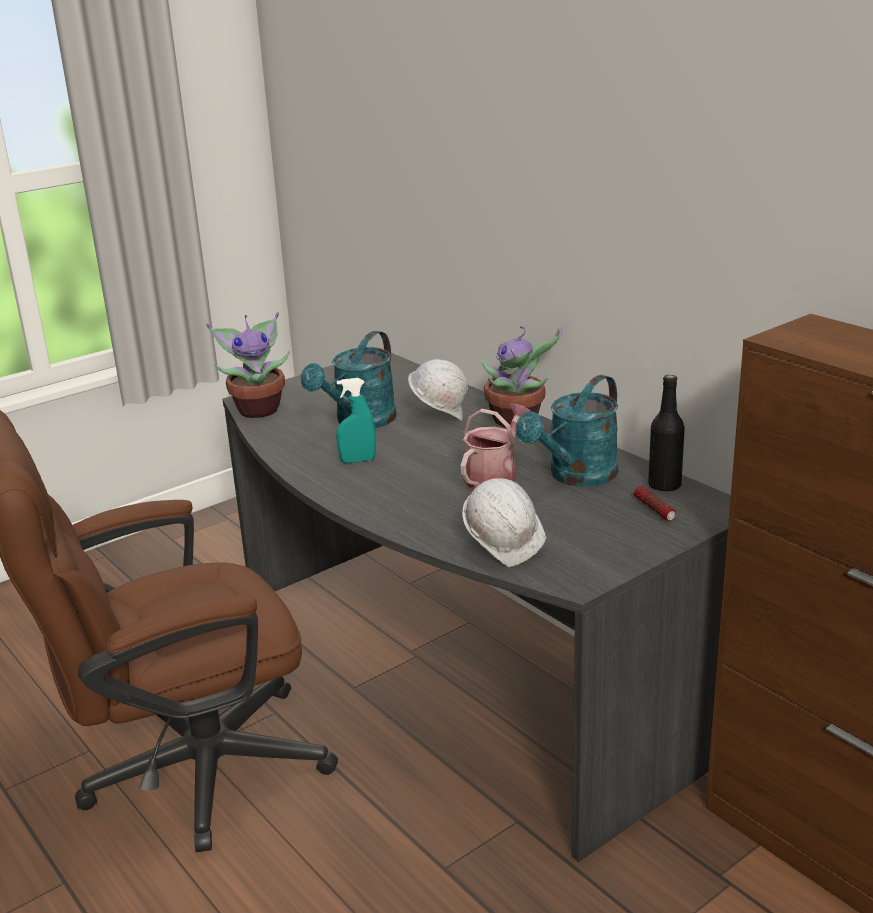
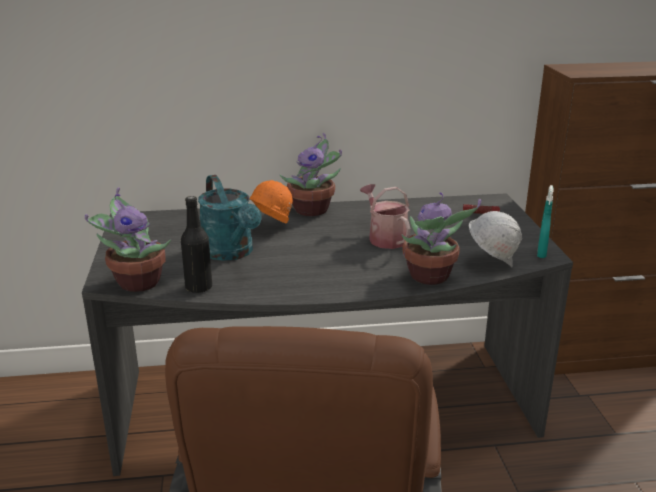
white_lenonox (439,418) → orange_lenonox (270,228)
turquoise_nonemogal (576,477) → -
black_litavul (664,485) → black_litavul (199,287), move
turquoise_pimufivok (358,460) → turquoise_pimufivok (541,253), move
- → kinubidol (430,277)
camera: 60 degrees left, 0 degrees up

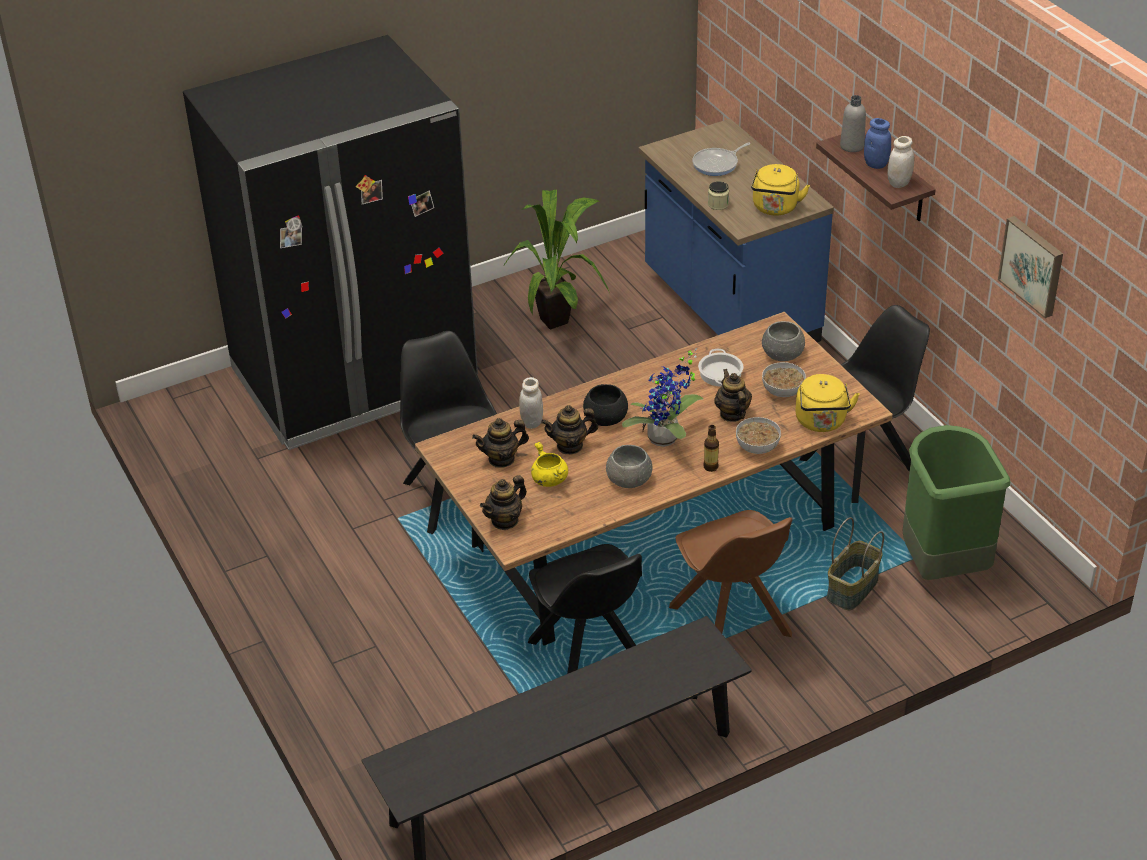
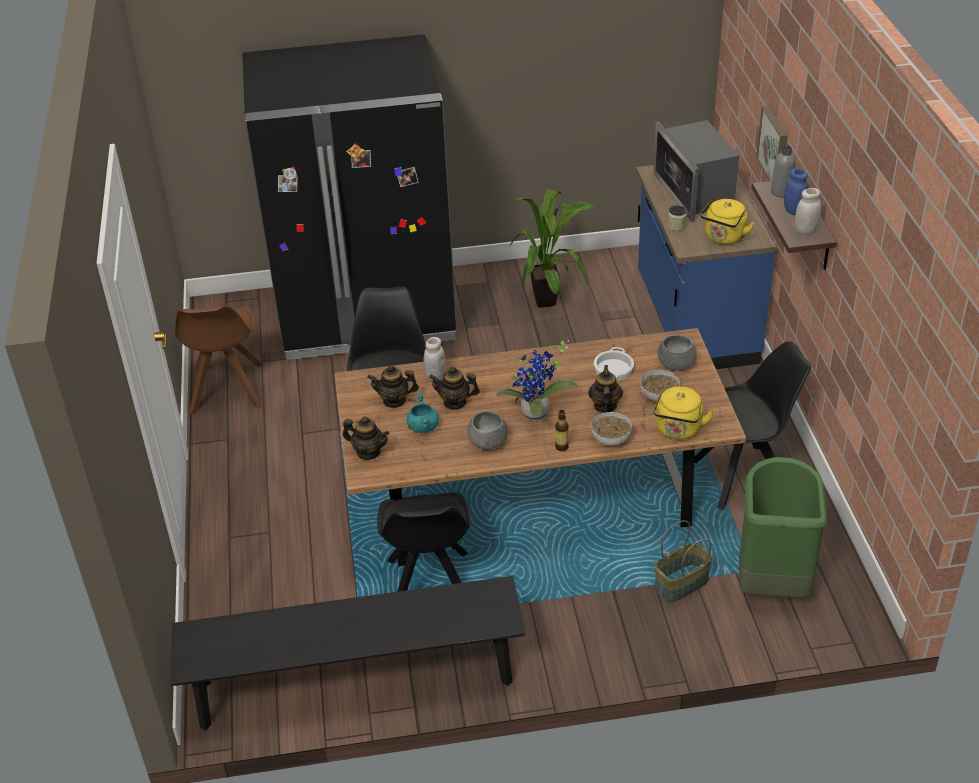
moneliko (717,164) → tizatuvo (694,192)
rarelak (1033,265) → rarelak (775,146), move
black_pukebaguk (606,417) → -
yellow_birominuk (549,479) → turquoise_birominuk (422,426)
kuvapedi (505,520) → kuvapedi (368,452), 135 degrees counterclockwise
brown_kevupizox (731,623) → brown_kevupizox (226,390), move
camera: 20 degrees right, 0 degrees up

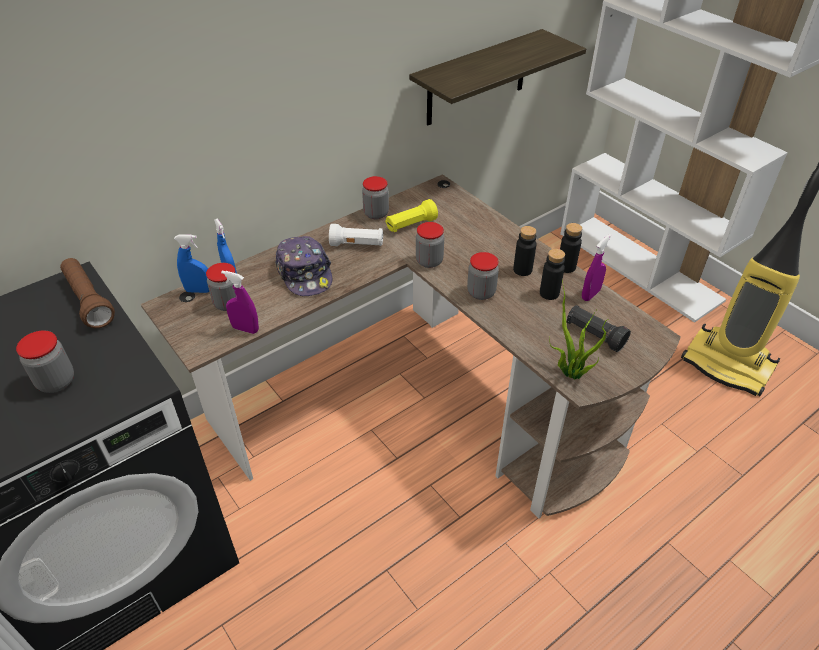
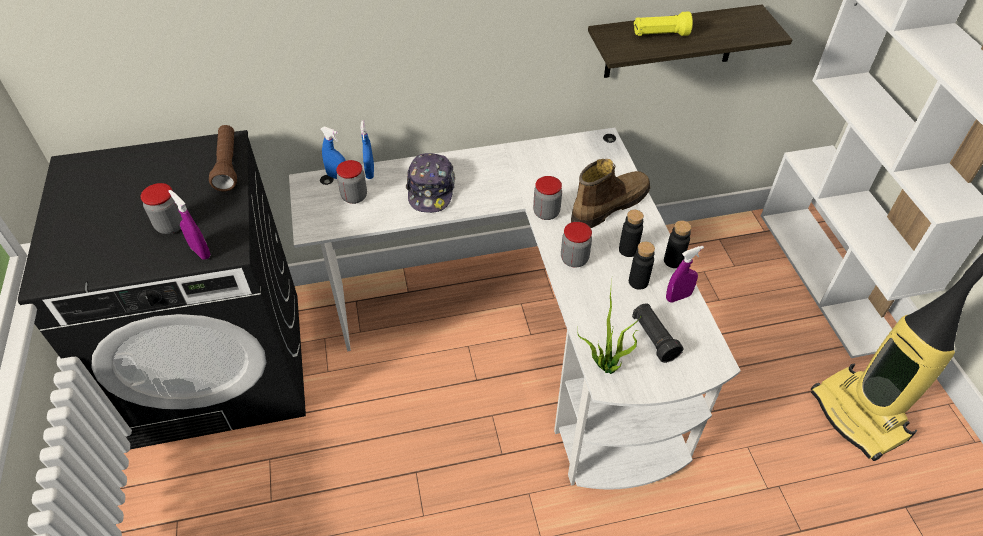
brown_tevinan (422,401) → white_tevinan (527,336)
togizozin (376,214) → -
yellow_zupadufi (410,225) → yellow_zupadufi (660,35), move
white_zupadufi (357,245) → -
purple_pimufivok (245,329) → purple_pimufivok (200,252), move
- → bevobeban (608,205)
camera: 25 degrees right, 5 degrees up

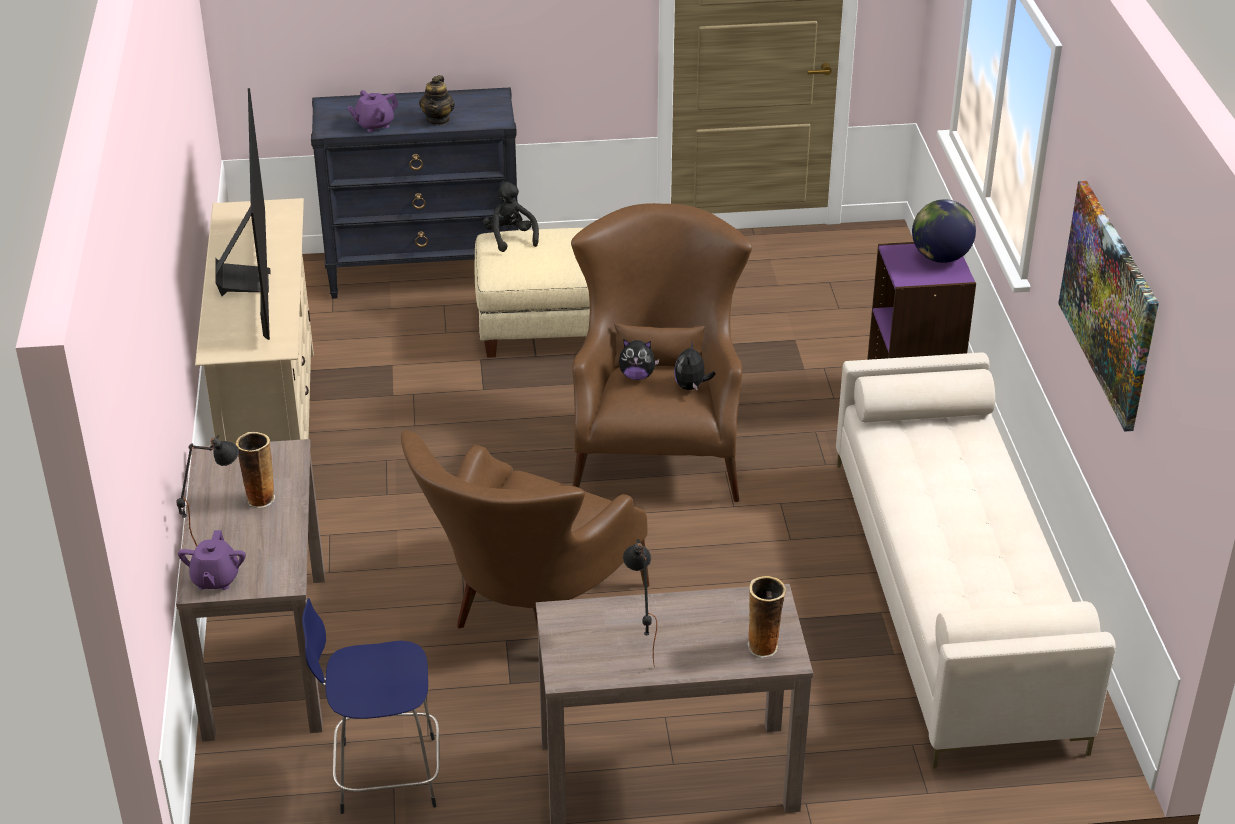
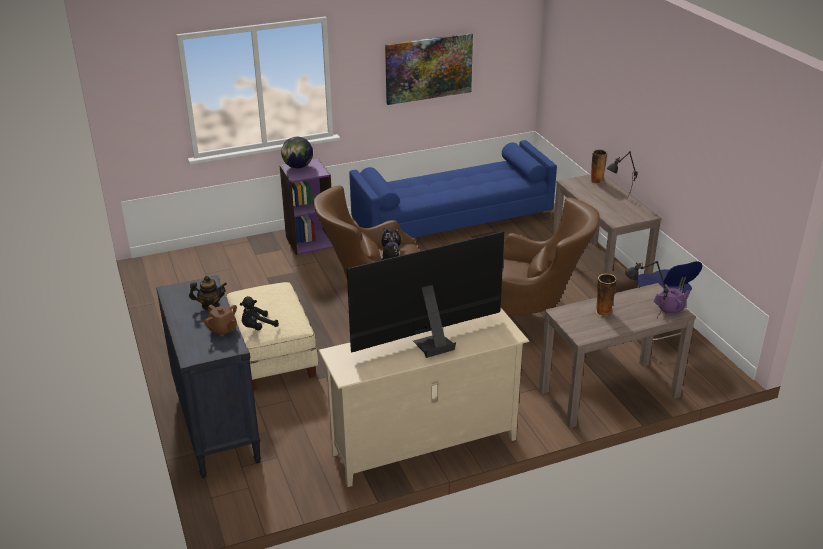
purple_kuvapedi (374,125) → brown_kuvapedi (222,330)
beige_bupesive (954,599) → blue_bupesive (453,221)
camera: 105 degrees left, 5 degrees down

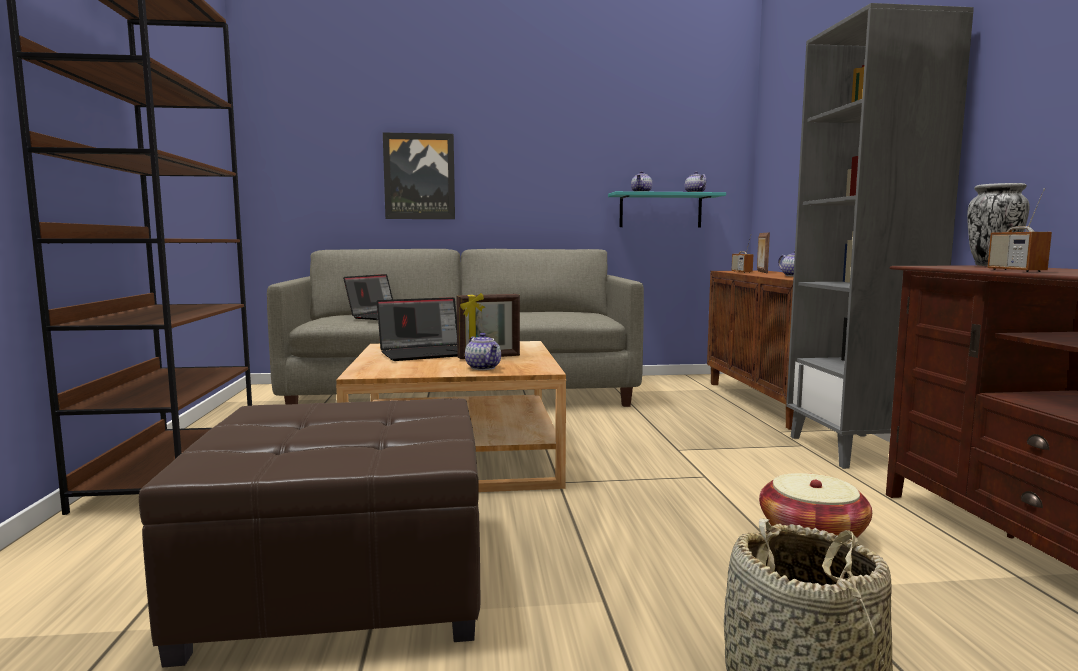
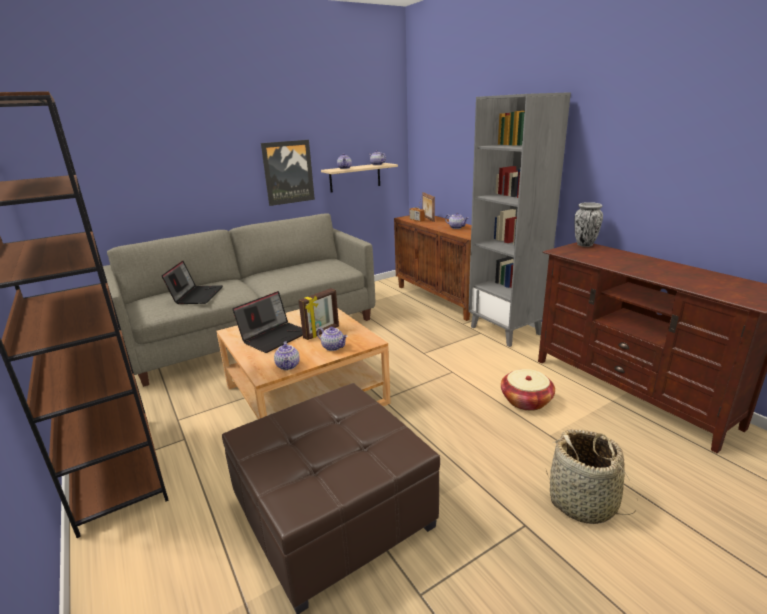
rarelak (419,176) → rarelak (288,172), move
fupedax (1015,270) → -
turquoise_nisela (660,210) → beige_nisela (355,177)
- → kuvapedi (288,366)
camera: 25 degrees left, 15 degrees up

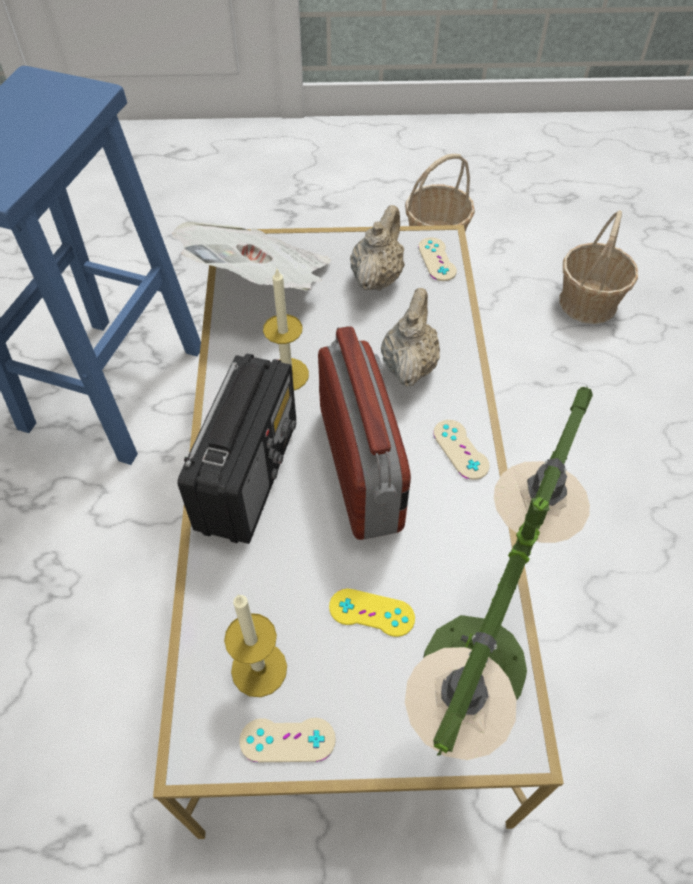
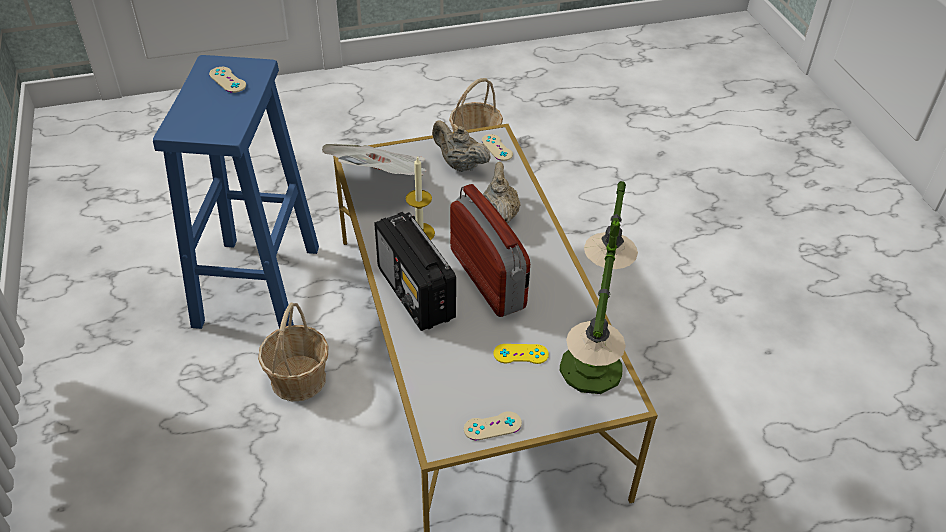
beige_kuvapedi (377,277) → beige_kuvapedi (460,165), 60 degrees counterclockwise
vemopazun (588,302) → vemopazun (299,379), move
fupedax (249,474) → fupedax (416,294), 150 degrees clockwise
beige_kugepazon (460,449) → beige_kugepazon (227,80), move
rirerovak (259,669) → -
camera: 15 degrees left, 10 degrees down

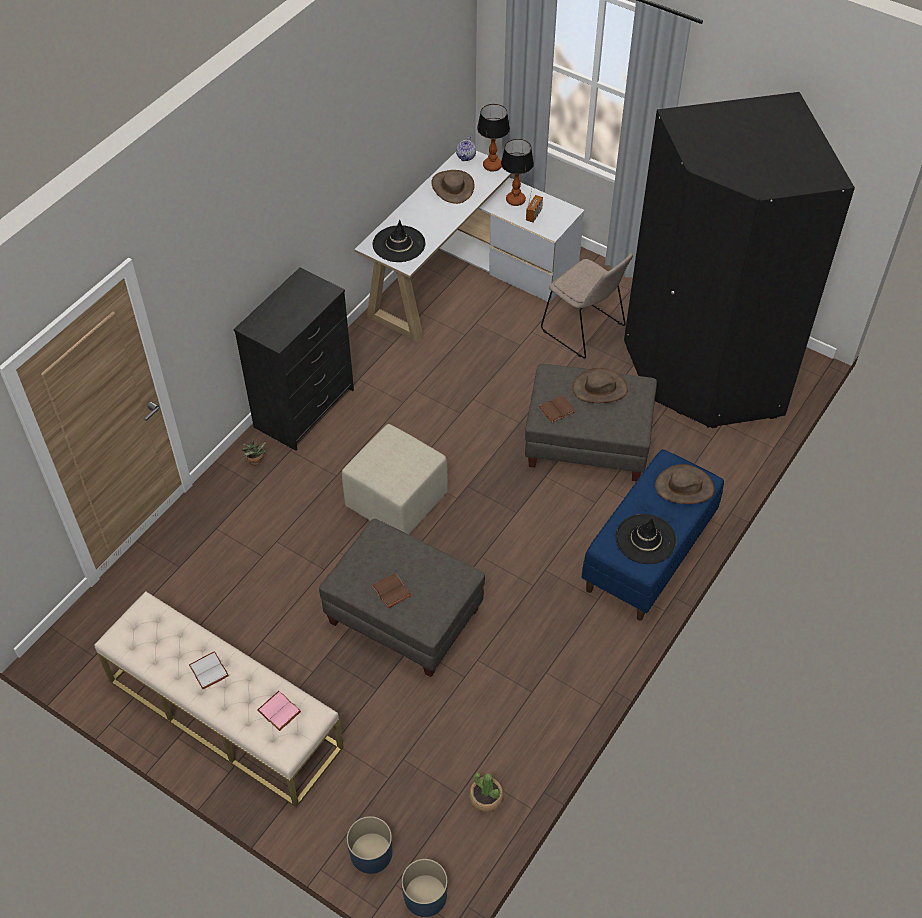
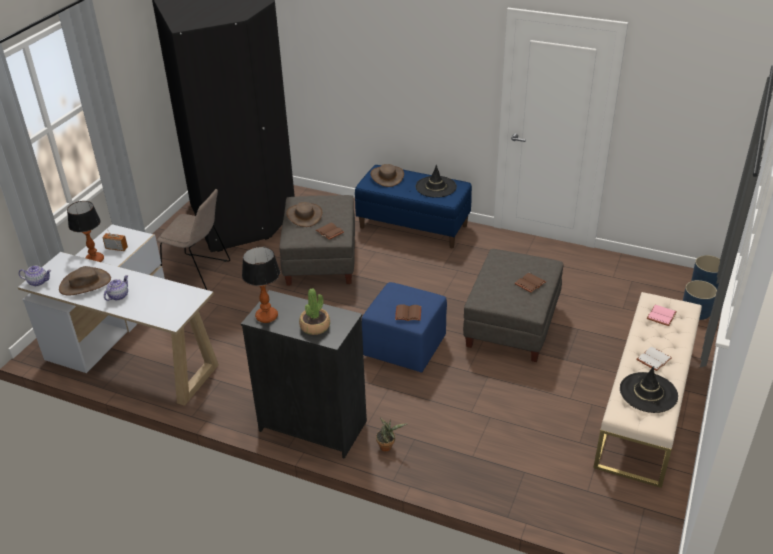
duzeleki (492,165) → duzeleki (266,317), move
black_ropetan (399,244) → black_ropetan (648,393), move
beige_kevupizox (585,330) → beige_kevupizox (199,273), 75 degrees clockwise
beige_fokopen (397,500) → blue_fokopen (403,347)
kinubidol (486,797) → kinubidol (315,326), move
- → kuvapedi (118,296)
- → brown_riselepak (407,314)
camera: 100 degrees left, 15 degrees down

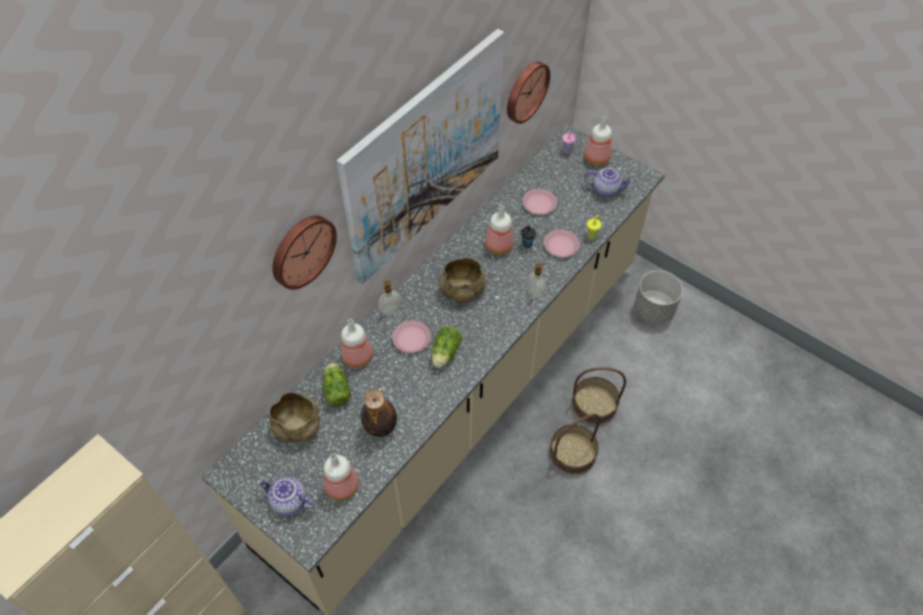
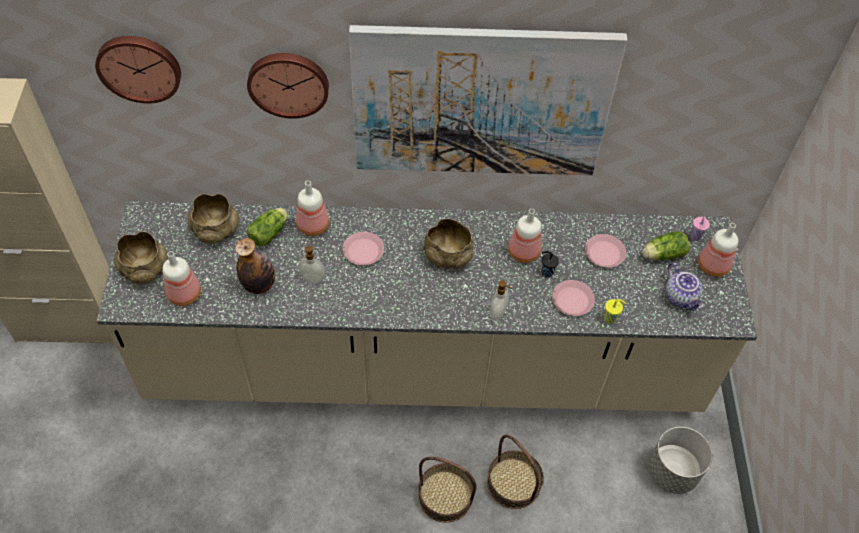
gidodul (525,91) → gidodul (139,67), move
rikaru (390,310) → rikaru (312,279), move
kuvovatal (444,354) → kuvovatal (662,255), move
kuvapedi (288,502) → beige_pukebaguk (144,269)
camera: 50 degrees right, 0 degrees up

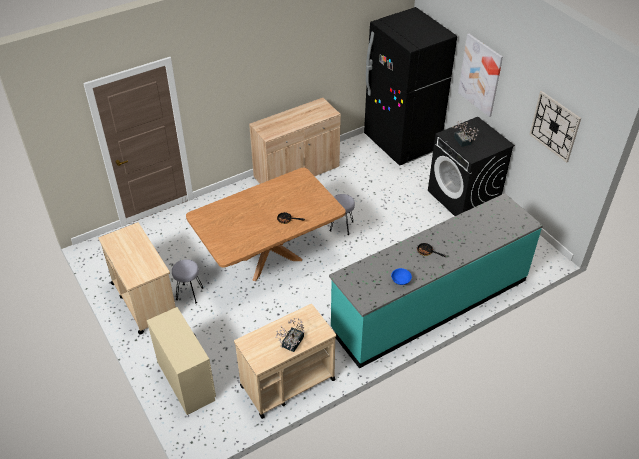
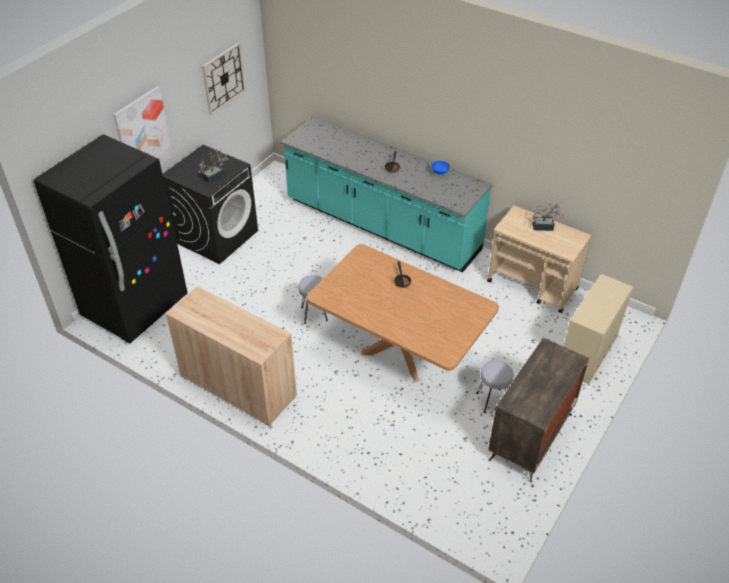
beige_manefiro (144,300) → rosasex (530,437)
camera: 115 degrees left, 0 degrees up

